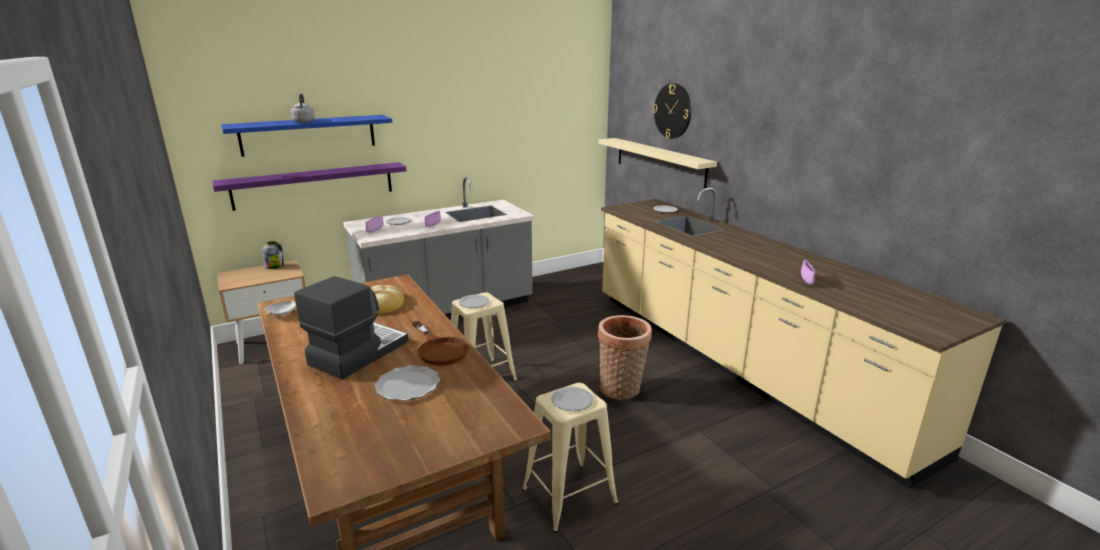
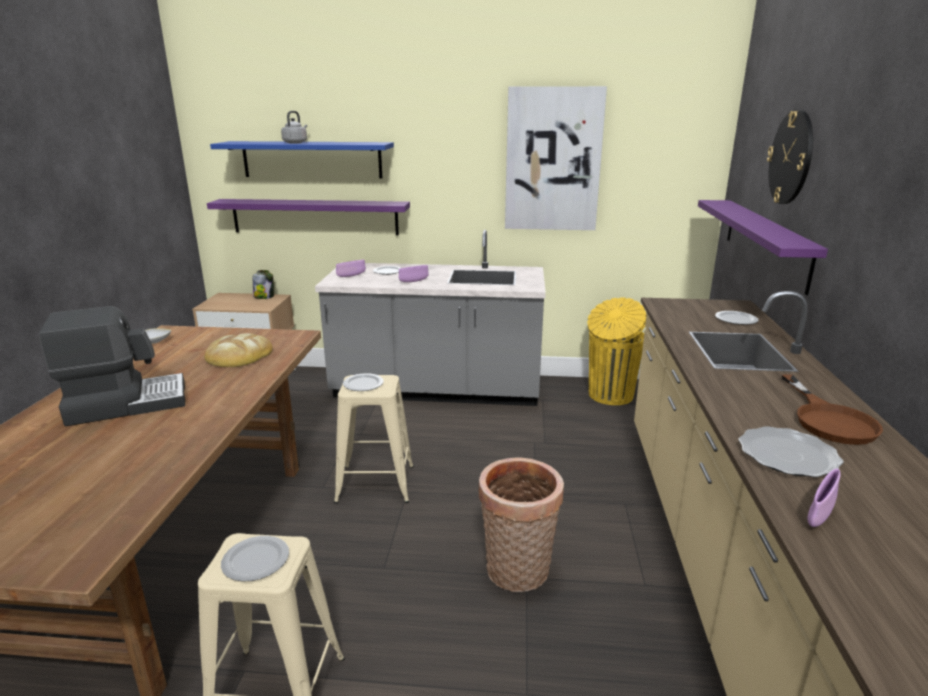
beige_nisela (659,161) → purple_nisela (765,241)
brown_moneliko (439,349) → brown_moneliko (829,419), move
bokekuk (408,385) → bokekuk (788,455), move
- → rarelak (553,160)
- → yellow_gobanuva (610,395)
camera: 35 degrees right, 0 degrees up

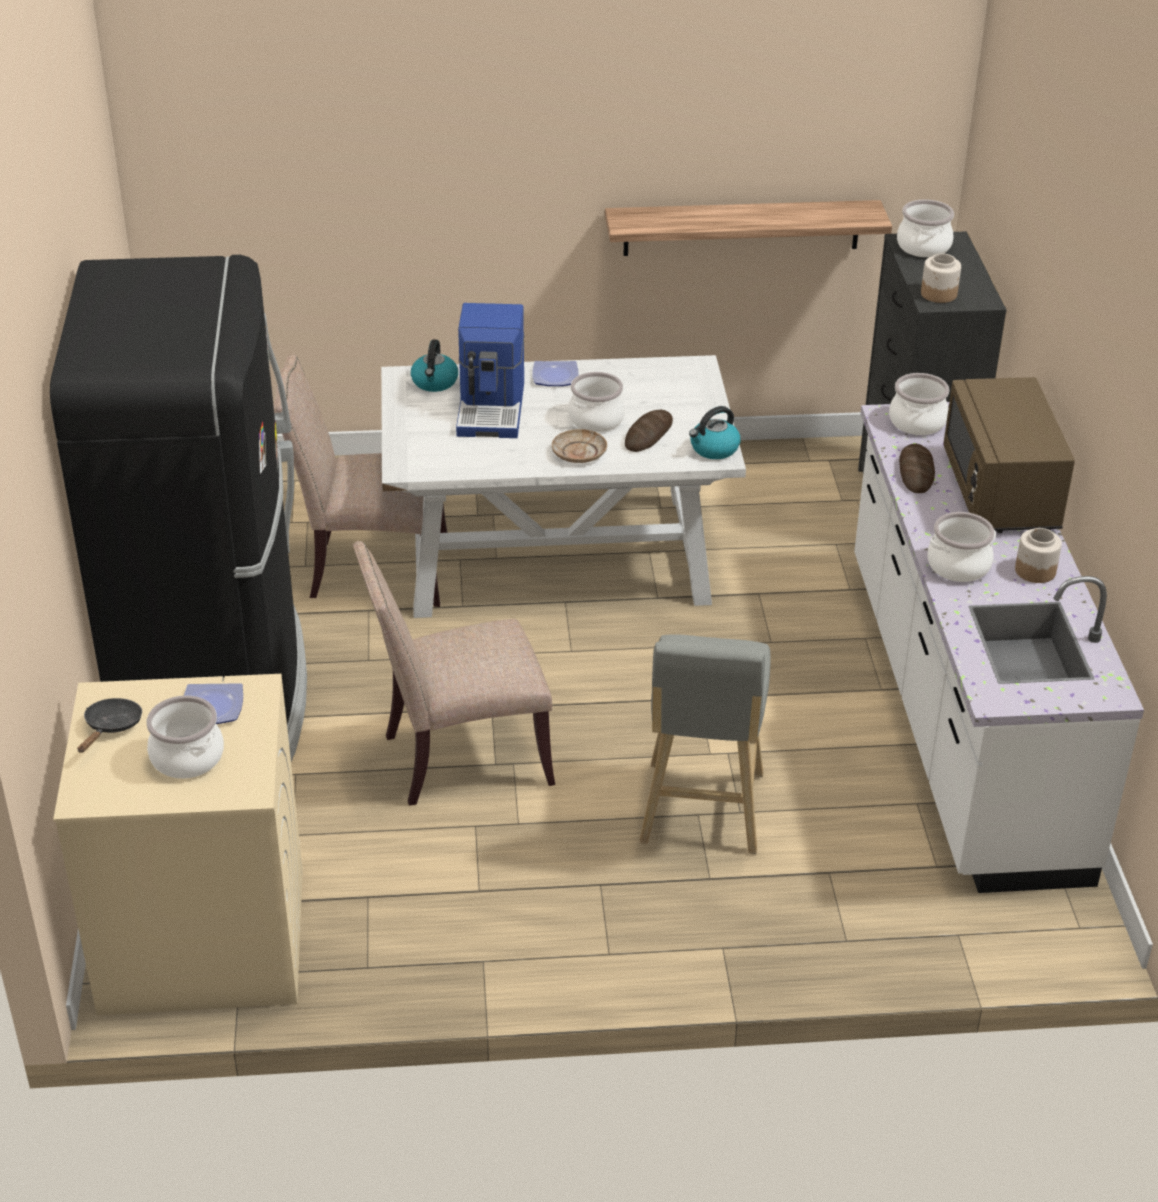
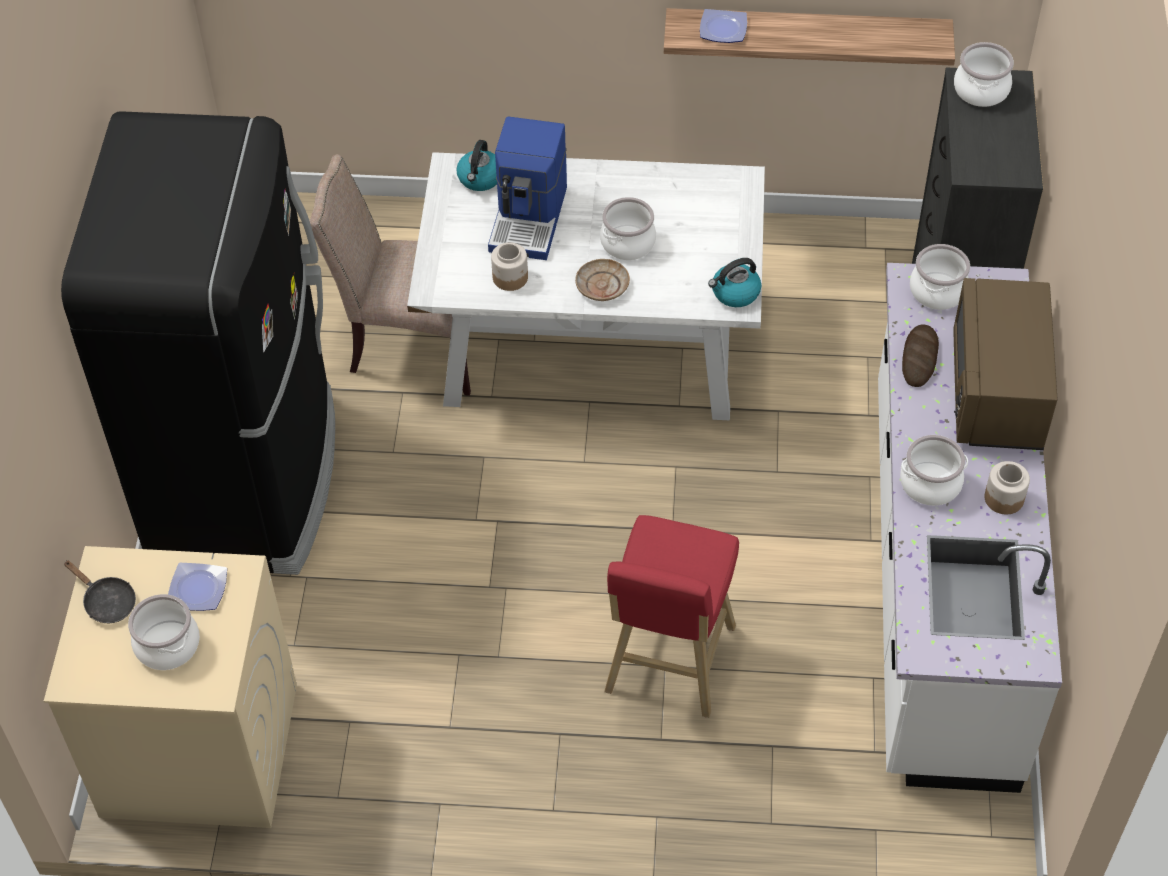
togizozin (939,294) → togizozin (510,278), move
bokekuk (554,377) → bokekuk (722,29), move
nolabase (648,435) → -
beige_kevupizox (459,758) → -
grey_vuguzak (701,813) → red_vuguzak (668,665)
black_moneliko (111,727) → black_moneliko (106,602), 105 degrees clockwise
camera: 10 degrees right, 15 degrees up

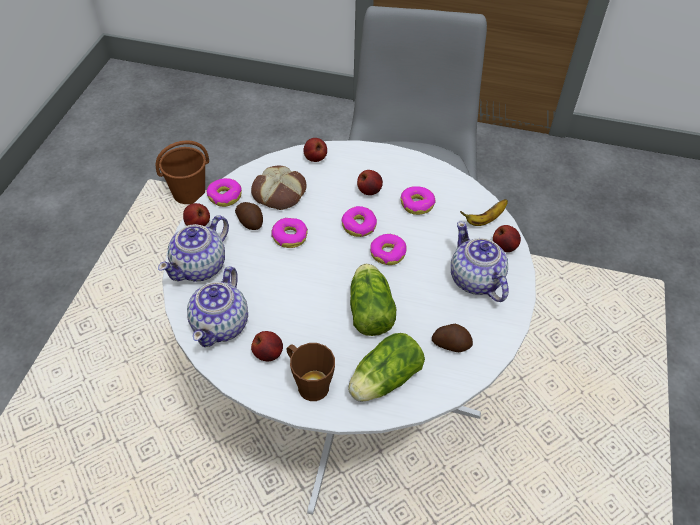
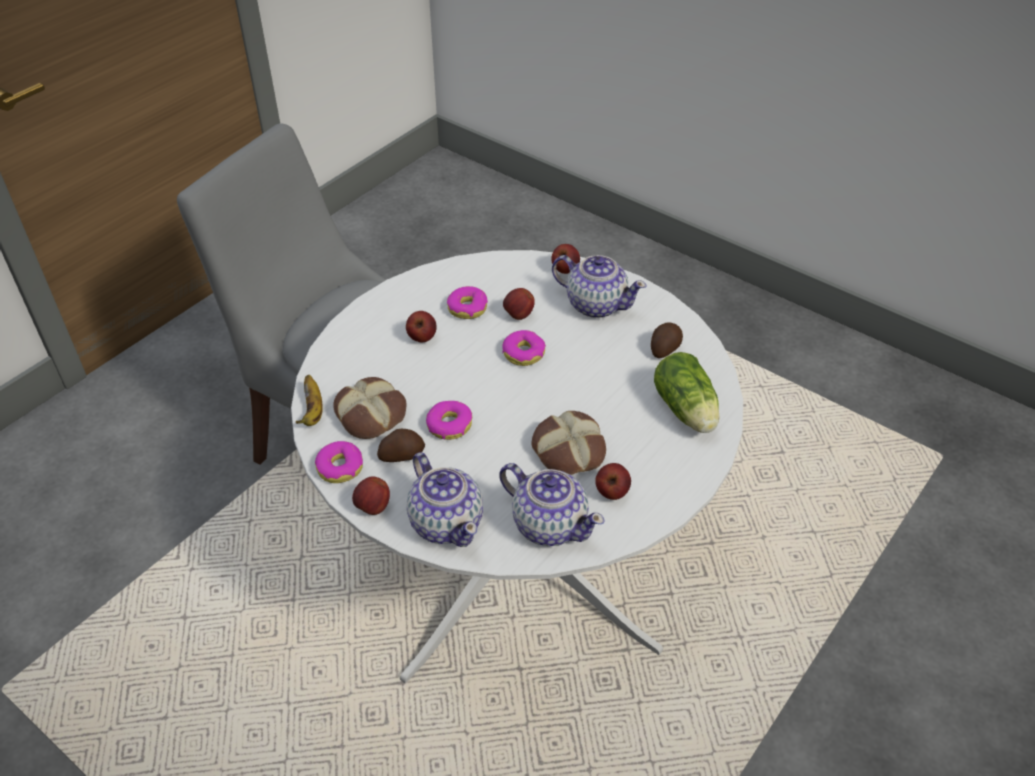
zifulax (315,158) → zifulax (518,315), move
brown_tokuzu (190,194) → -
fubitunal (485,220) → fubitunal (313,411), move
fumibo (359,226) → -
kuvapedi (475,280) → kuvapedi (595,304), 150 degrees counterclockwise
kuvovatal (370,309) → -
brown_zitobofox (308,383) → -
- → nolabase (567,450)
camera: 65 degrees left, 5 degrees down

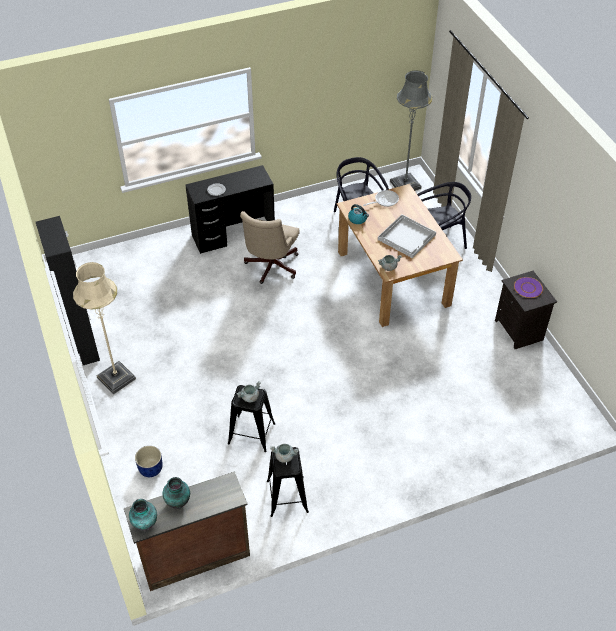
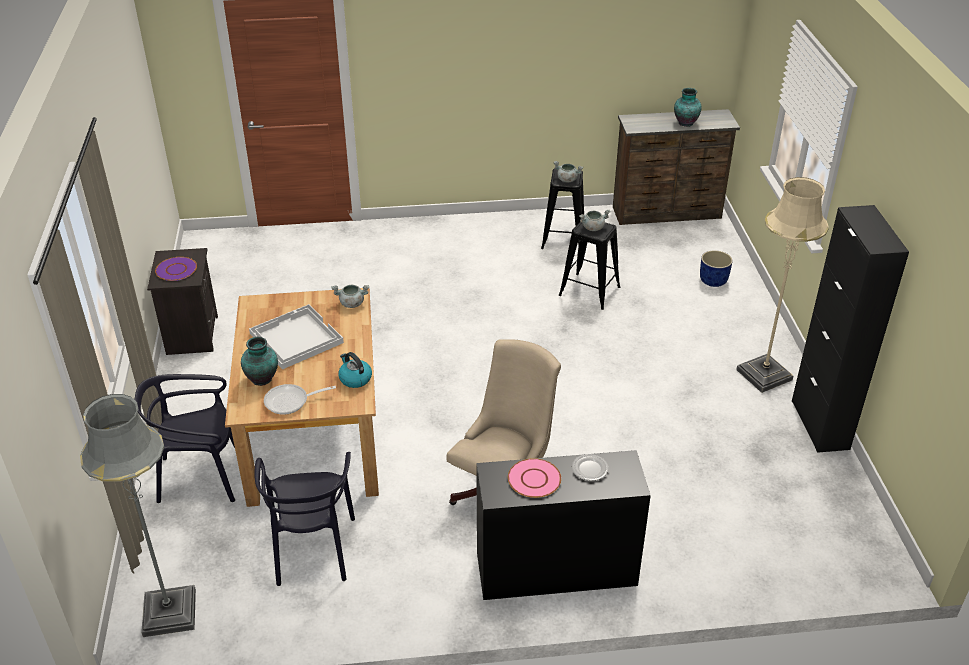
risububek (144,524) → risububek (263,379), move
- → pink_bokekuk (534,479)
camera: 165 degrees left, 10 degrees down

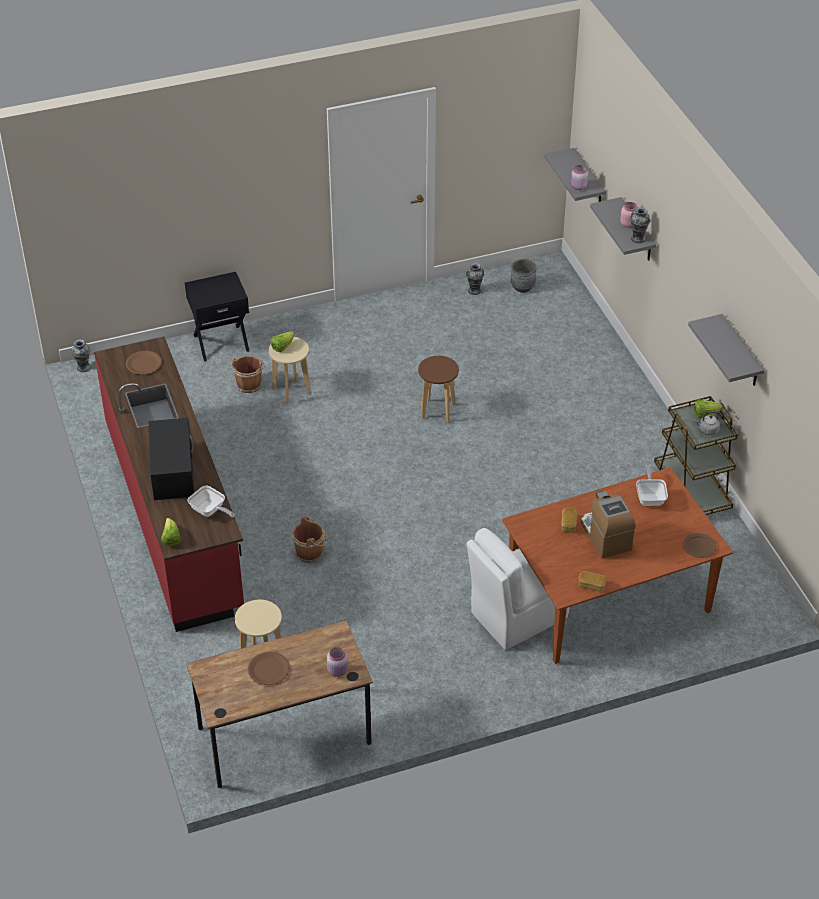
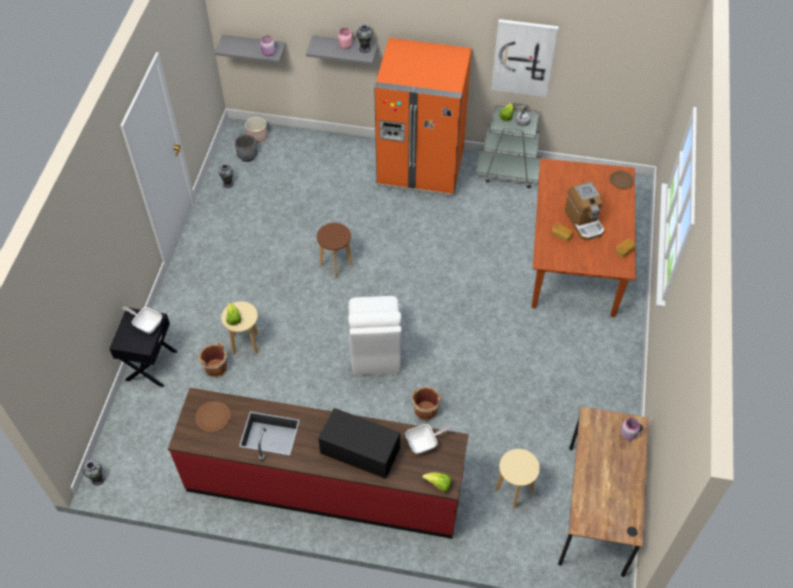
grey_nisela (741,352) → rarelak (524,57)
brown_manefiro (691,491) → grey_manefiro (508,172)
moneliko (650,497) → moneliko (147,324), move
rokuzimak (605,536) → rokuzimak (584,221), 120 degrees counterclockwise
white_kevupizox (516,616) → white_kevupizox (375,350), move
brown_bokekuk (269,669) → -
- → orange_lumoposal (420,169)
- → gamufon (257,136)
camera: 60 degrees left, 10 degrees up

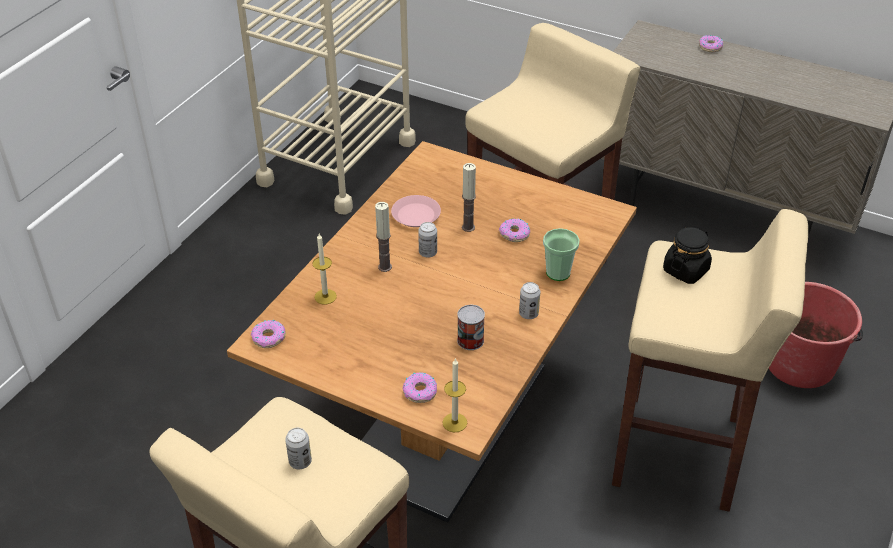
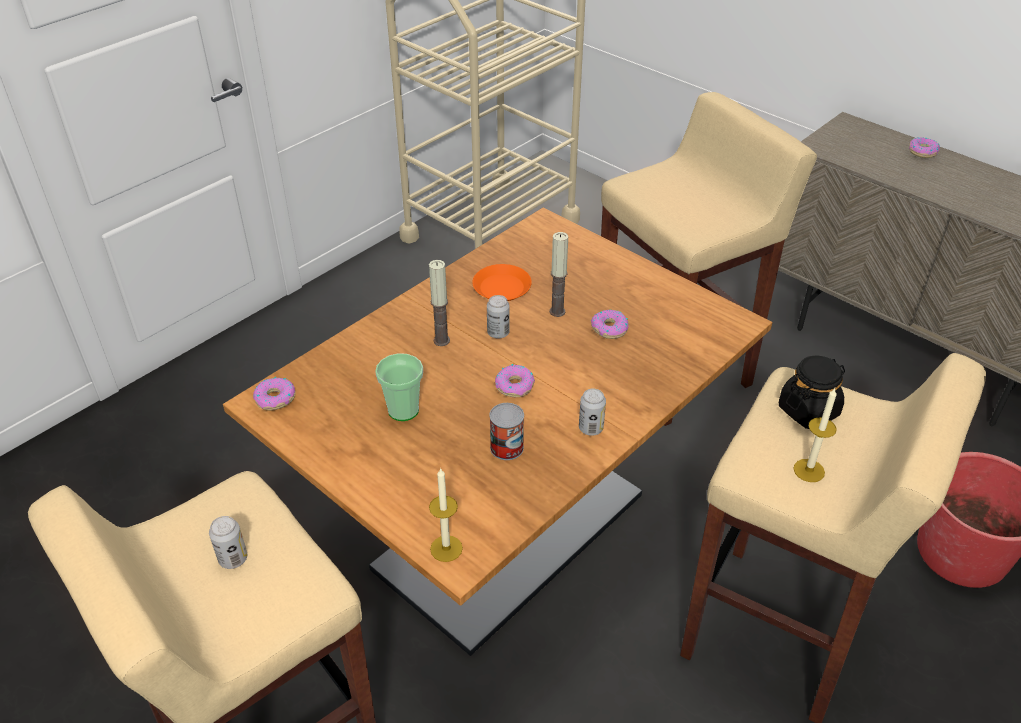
pink_bokekuk (416,215) → orange_bokekuk (502,288)
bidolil (558,273) → bidolil (403,410), move
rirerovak (325,296) → rirerovak (809,470), move
fumibo (420,391) → fumibo (515,386), move
camera: 15 degrees right, 0 degrees up

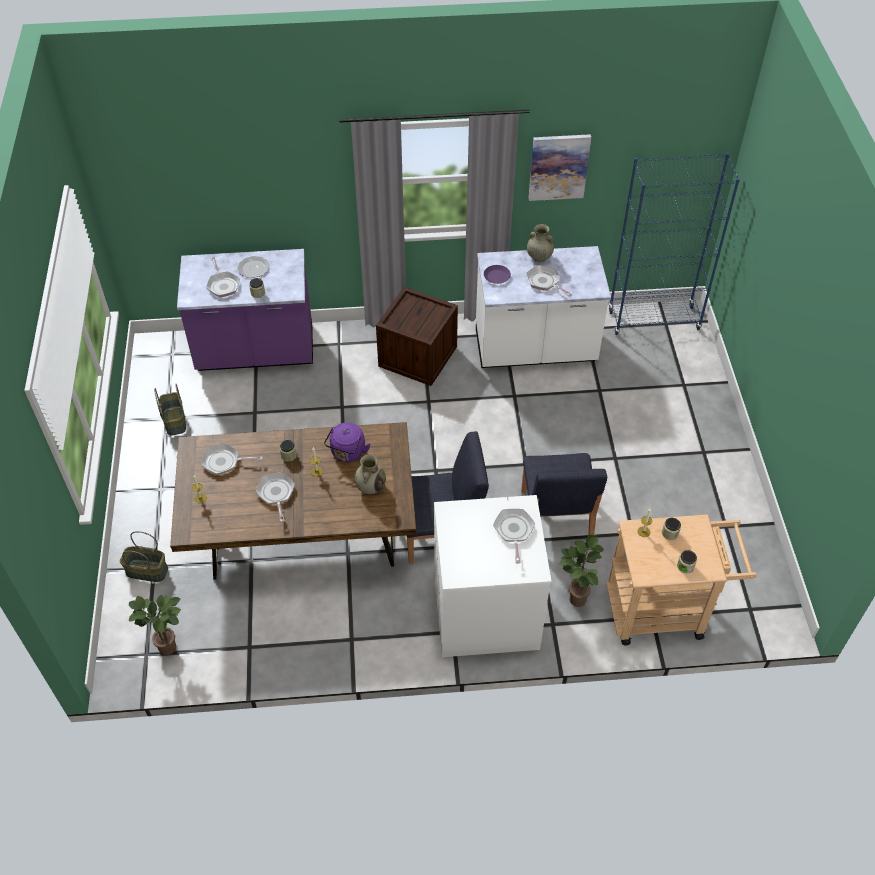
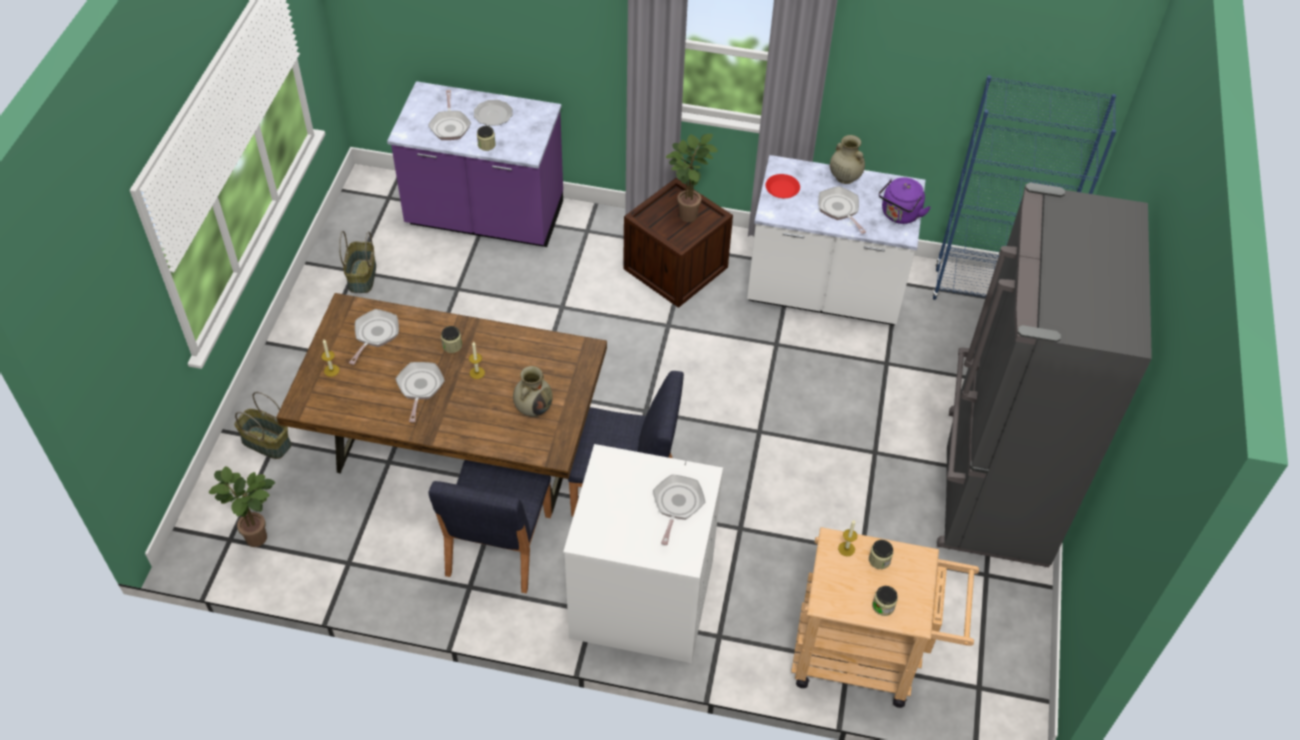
rarelak (558,167) → -
purple_bokekuk (496,276) → red_bokekuk (782,189)
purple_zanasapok (347,453) → purple_zanasapok (899,215), move
moneliko (224,462) → moneliko (375,335), 90 degrees clockwise
blue_kevupizox (556,519) → blue_kevupizox (498,546), move
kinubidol (576,597) → kinubidol (687,212), move
- → grey_lumoposal (992,485)
camera: 15 degrees right, 0 degrees up

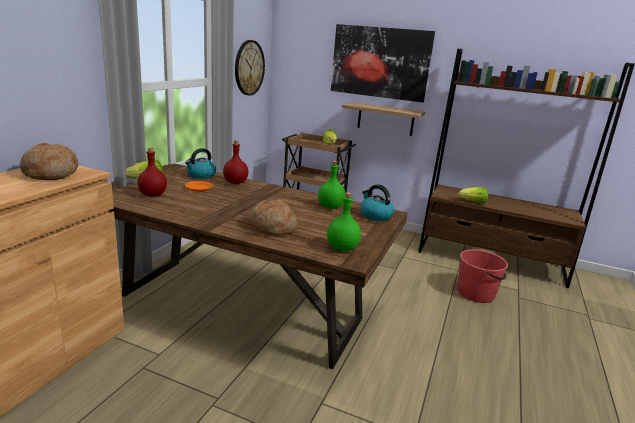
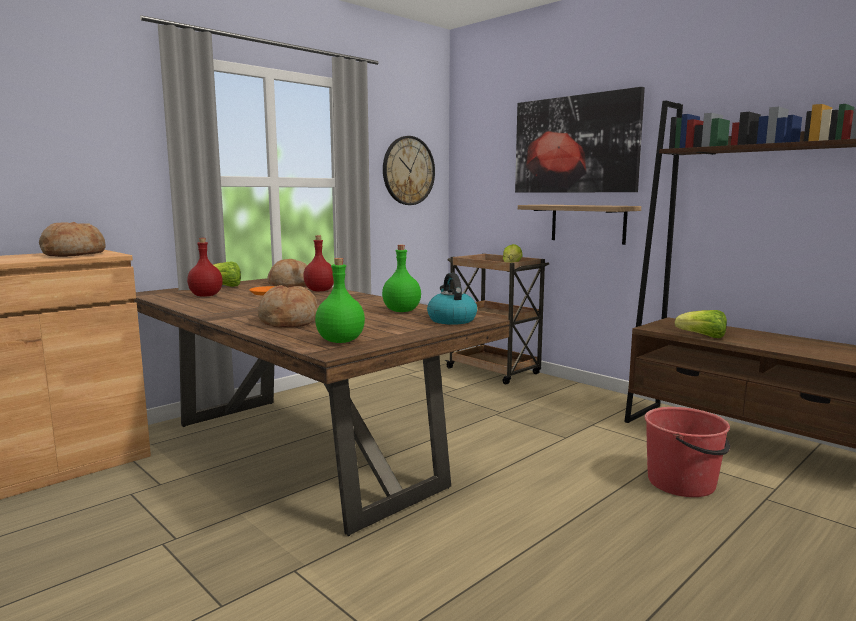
zanasapok (201,175) → nolabase (290,285)
camera: 25 degrees right, 10 degrees down

